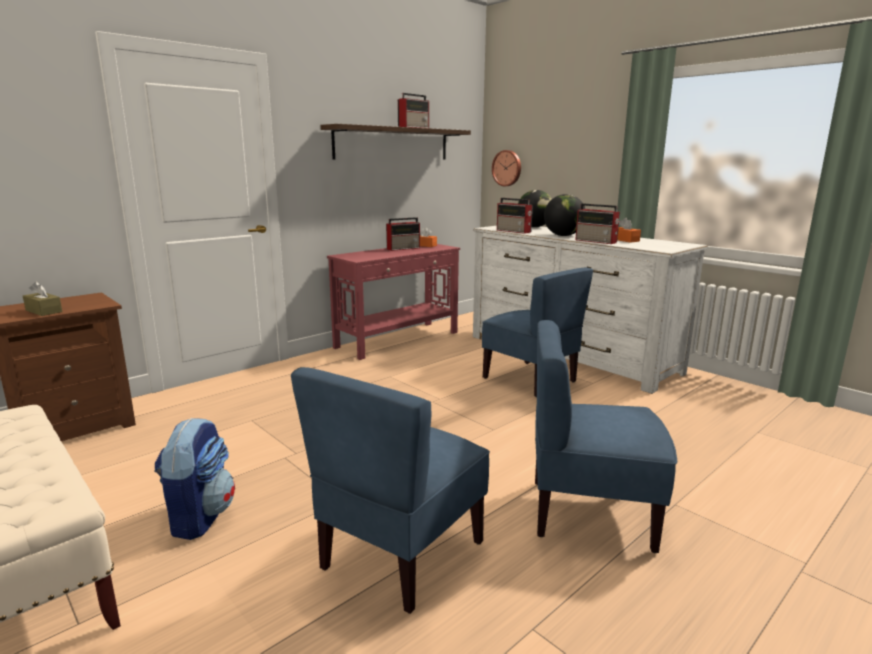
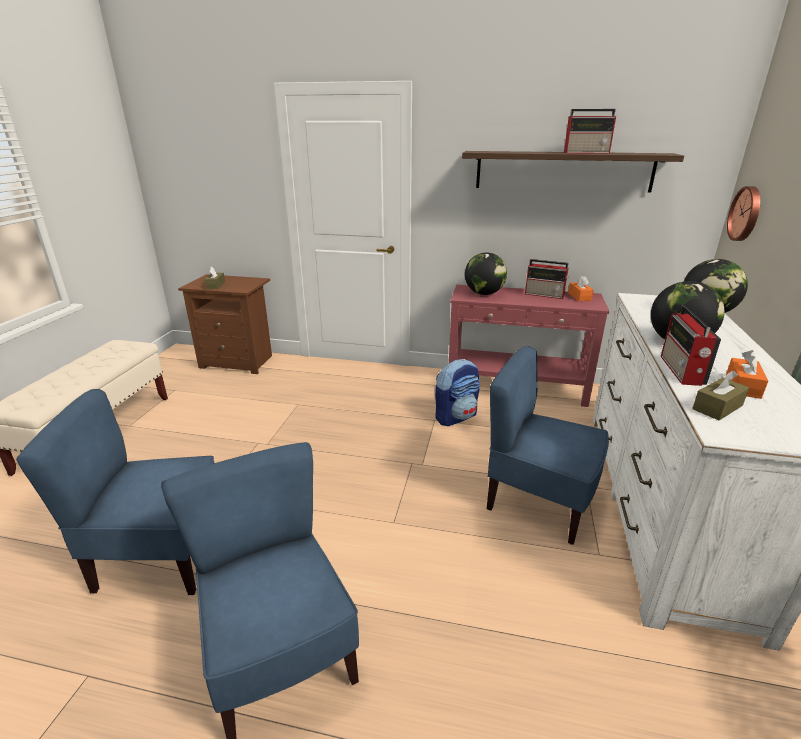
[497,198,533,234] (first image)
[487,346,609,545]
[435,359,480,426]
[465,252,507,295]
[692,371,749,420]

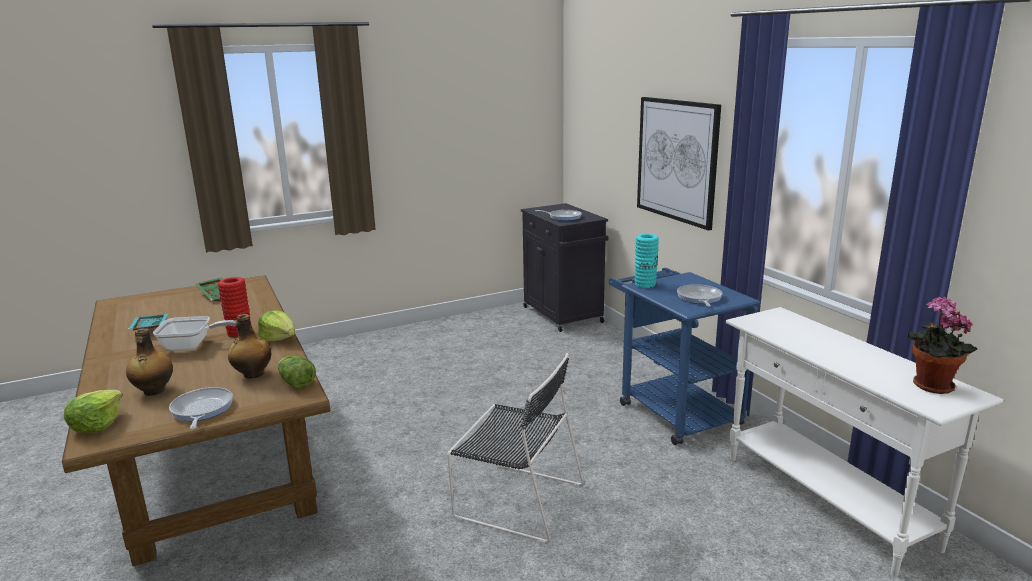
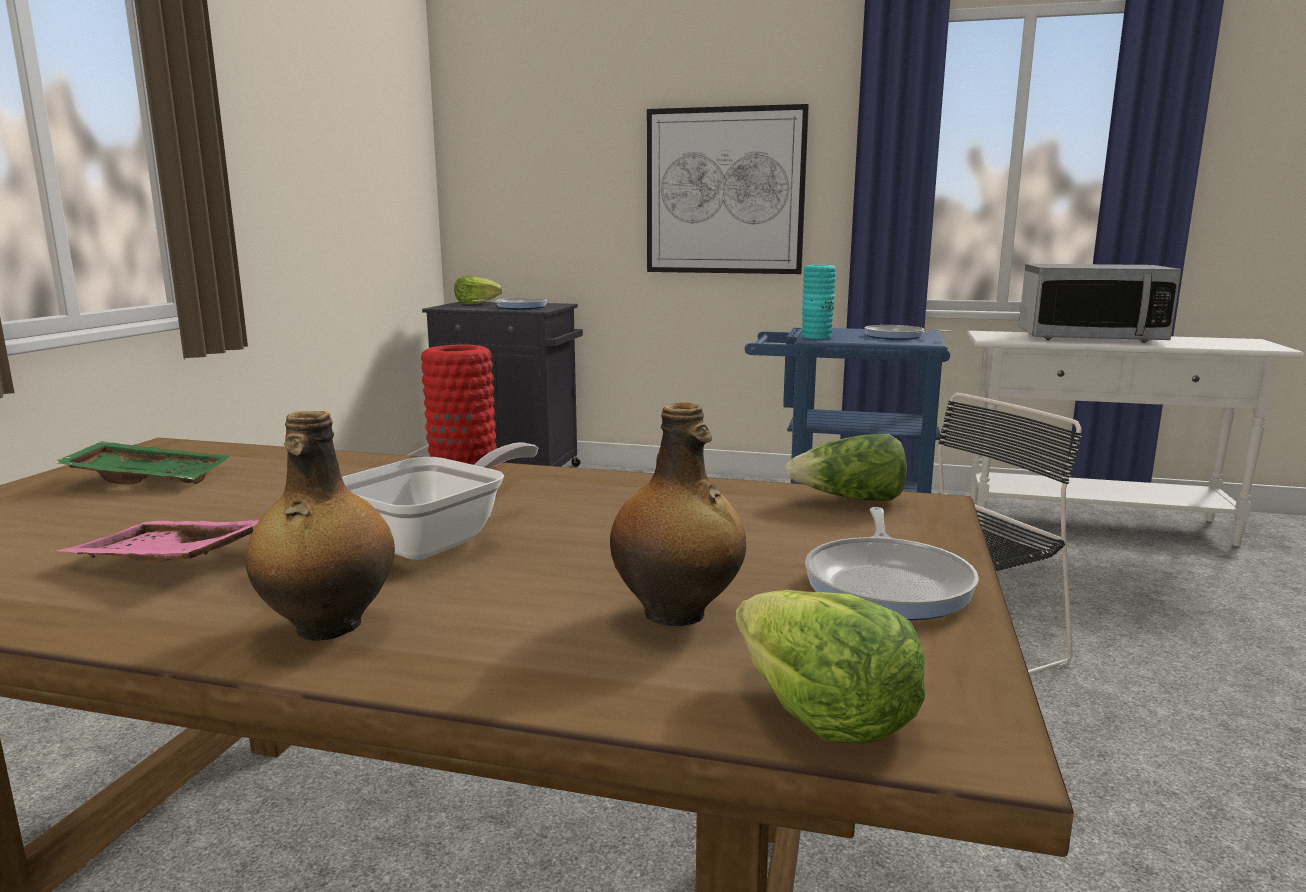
[908,297,977,394] (first image)
[454,276,503,304]
[58,520,259,563]
[245,411,395,641]
[805,507,979,620]
[1019,264,1181,343]

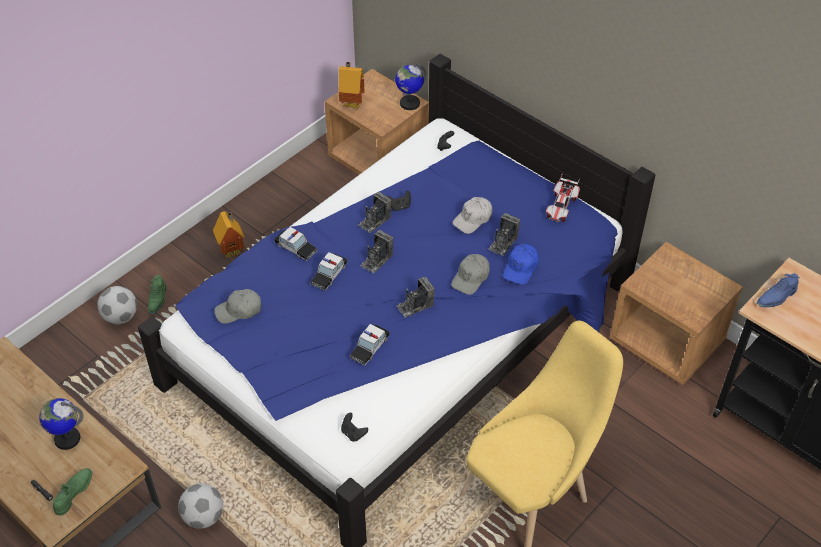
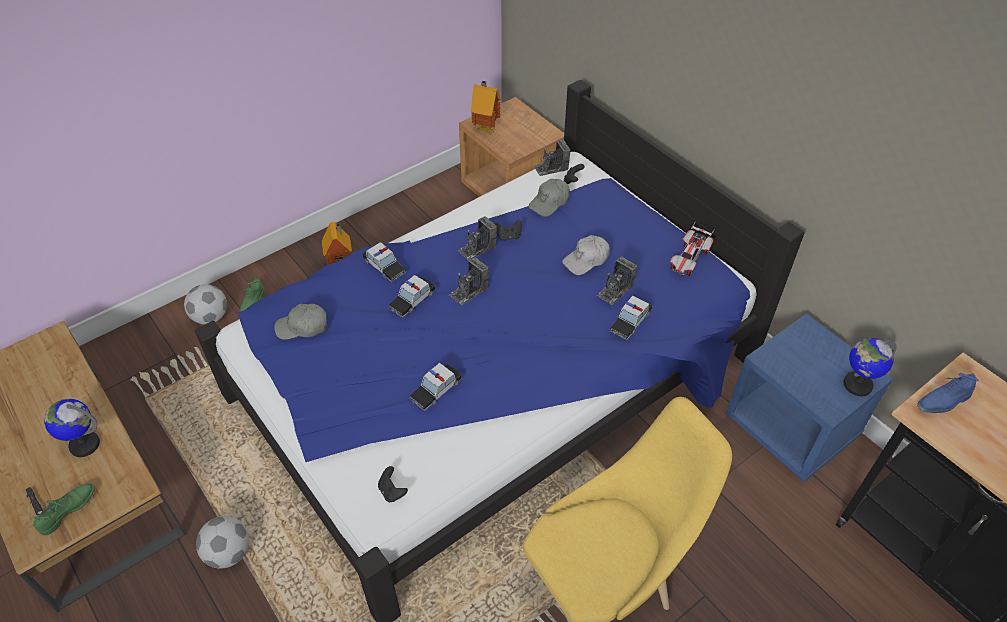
[843,338,897,396]
[726,314,894,482]
[609,296,652,340]
[528,179,570,217]
[534,140,570,176]

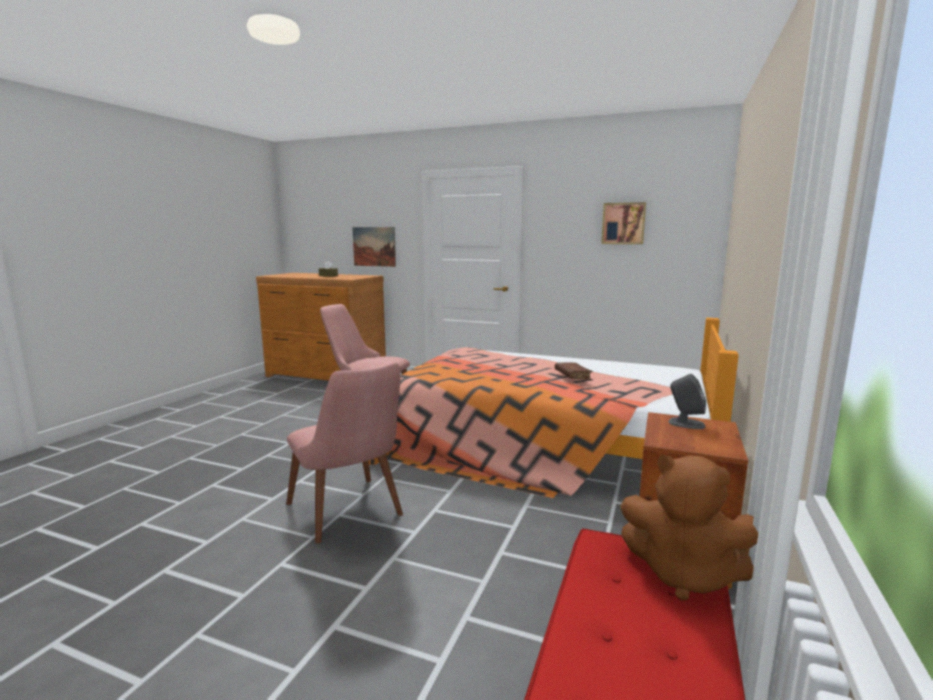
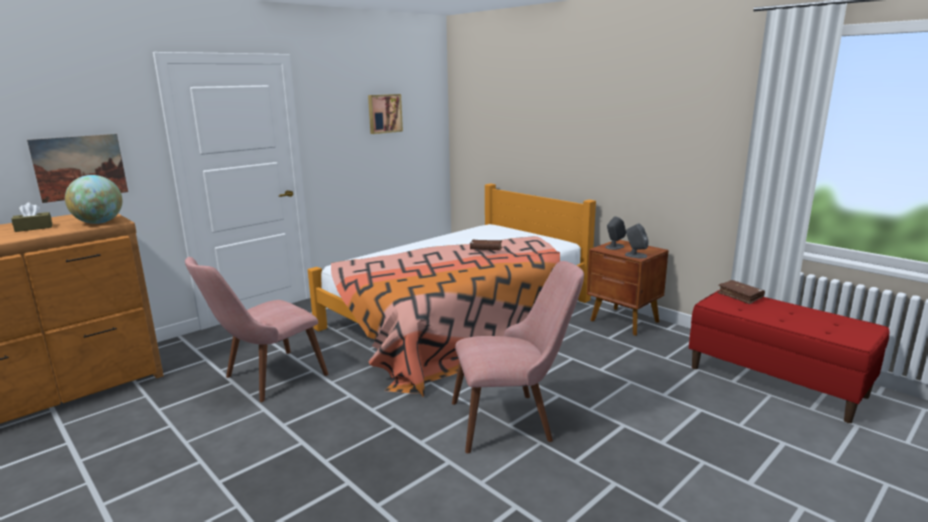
[717,280,765,304]
[65,175,123,224]
[625,223,649,259]

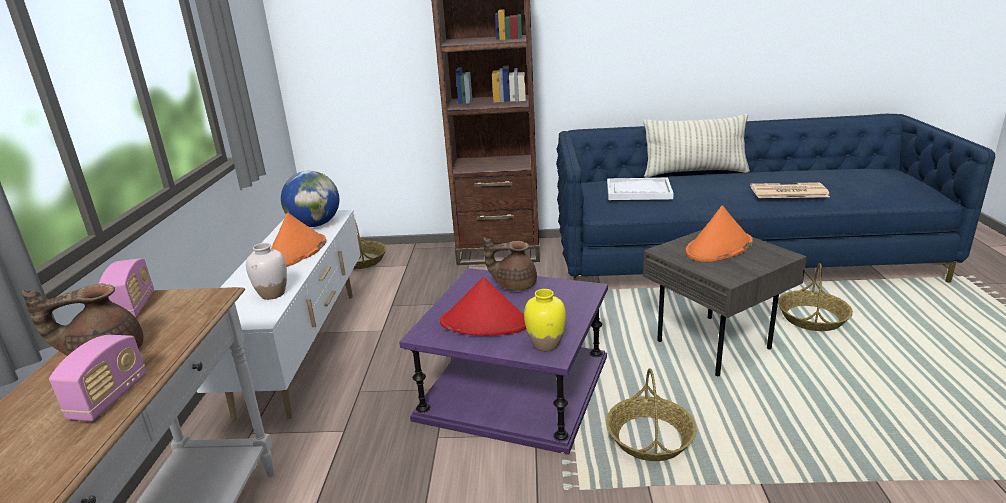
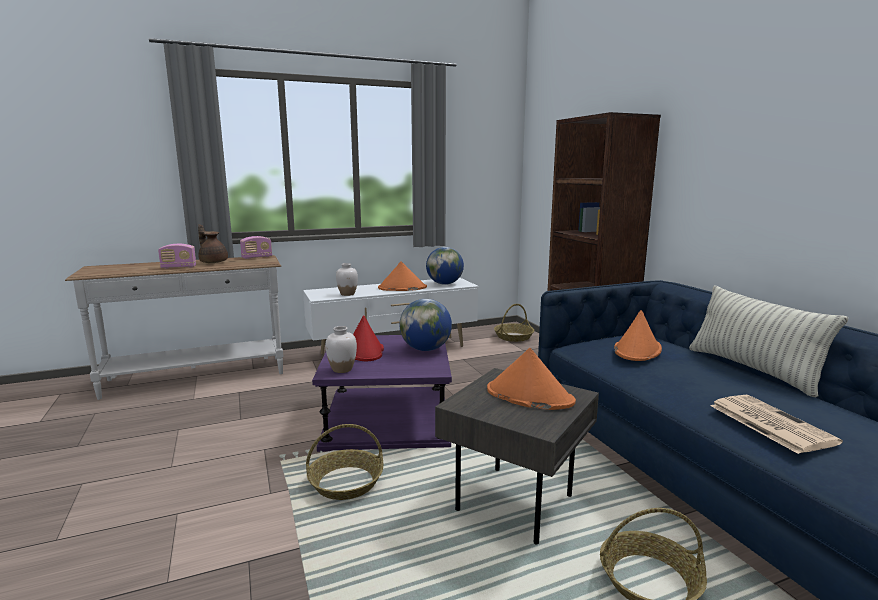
[614,310,662,361]
[399,299,452,351]
[326,326,357,373]

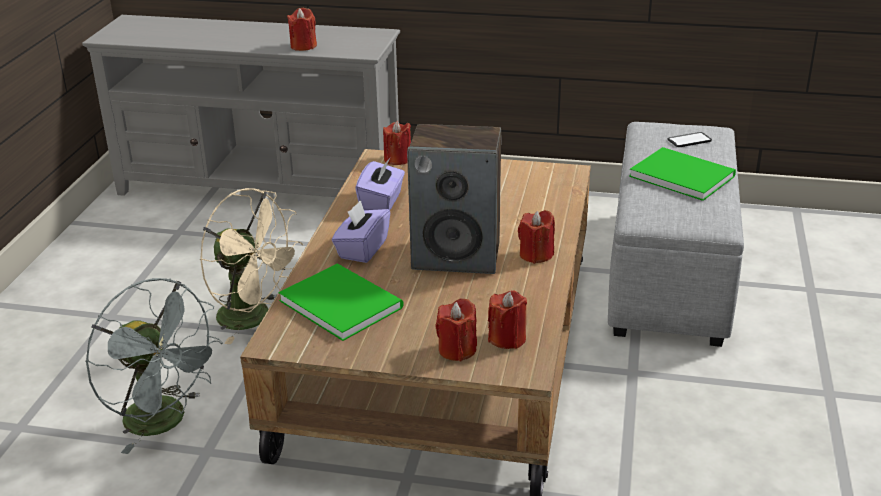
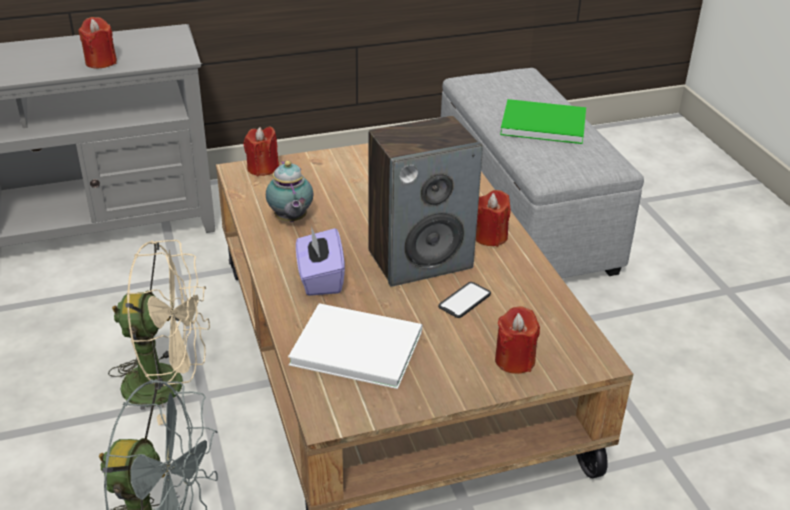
[438,282,491,318]
[266,161,313,222]
[288,303,422,389]
[488,290,527,349] (first image)

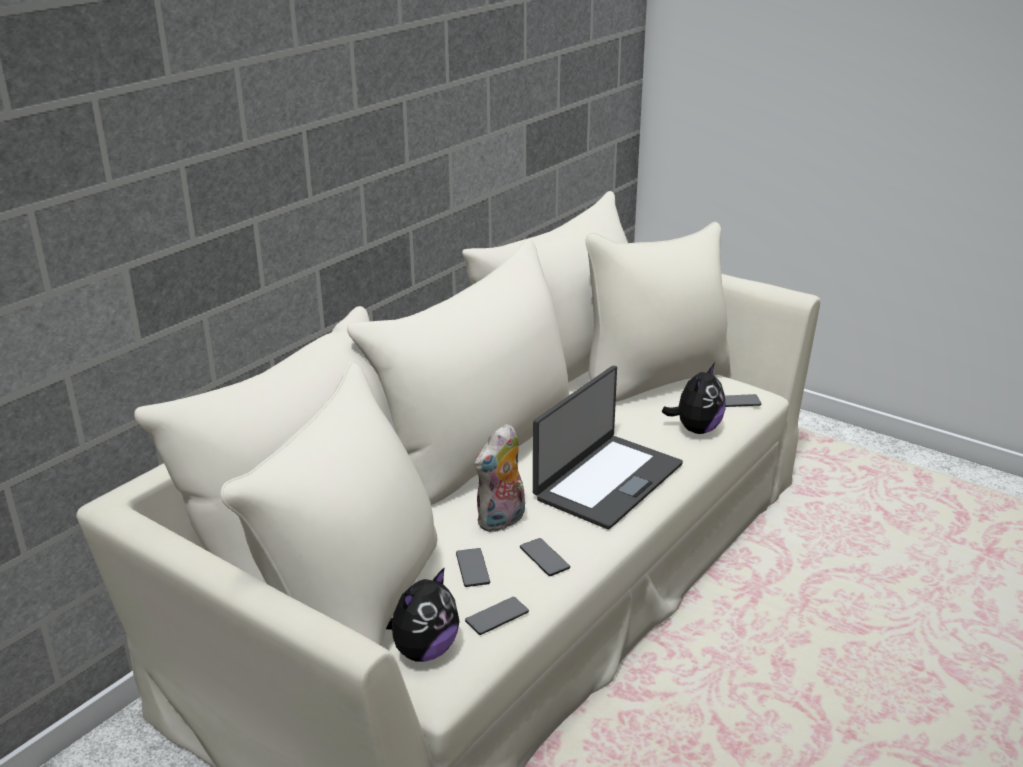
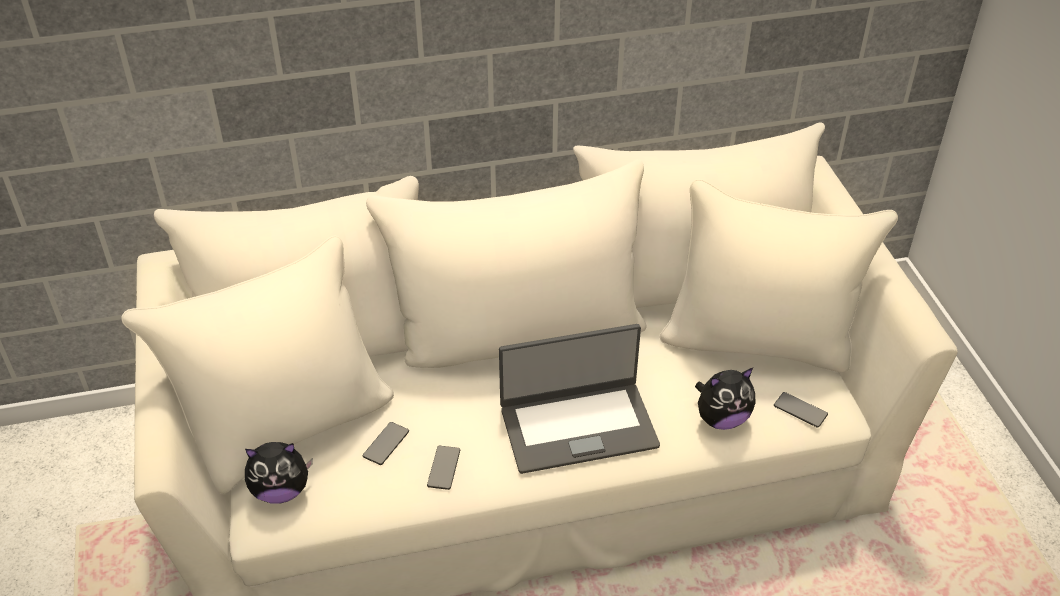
[475,424,525,532] (first image)
[465,597,529,635] (first image)

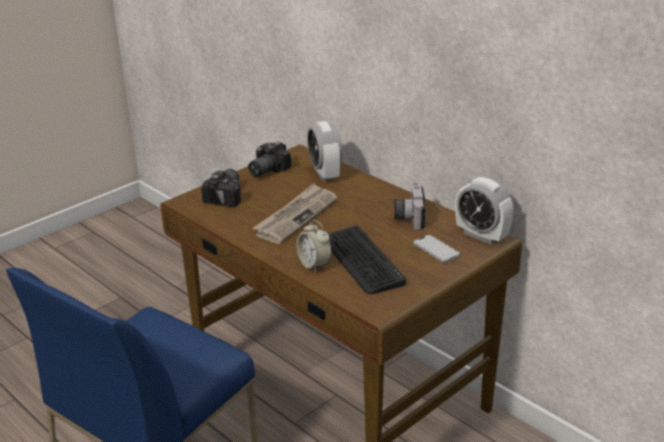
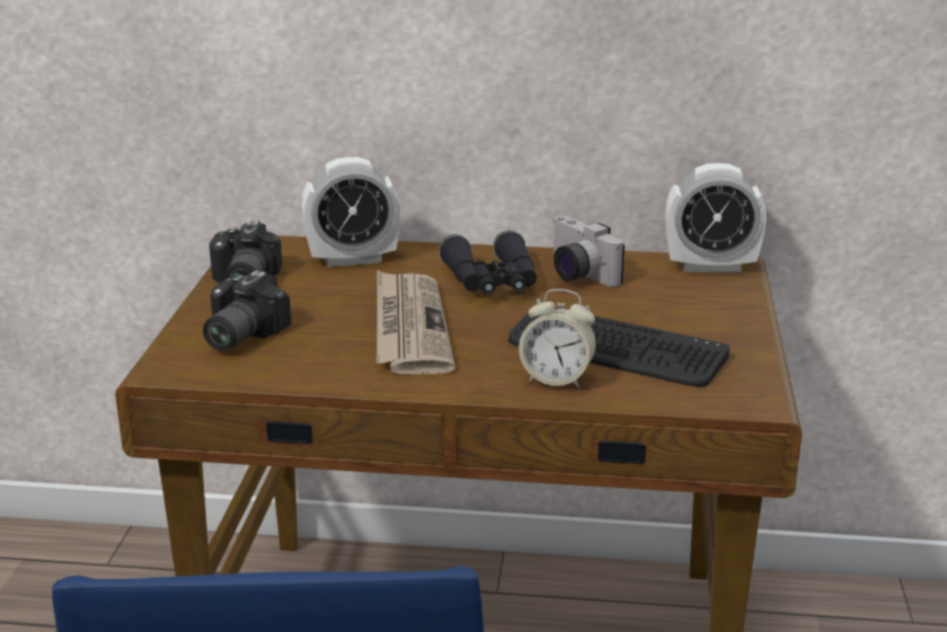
[302,157,400,267]
[203,270,291,351]
[413,235,461,263] (first image)
[439,230,537,294]

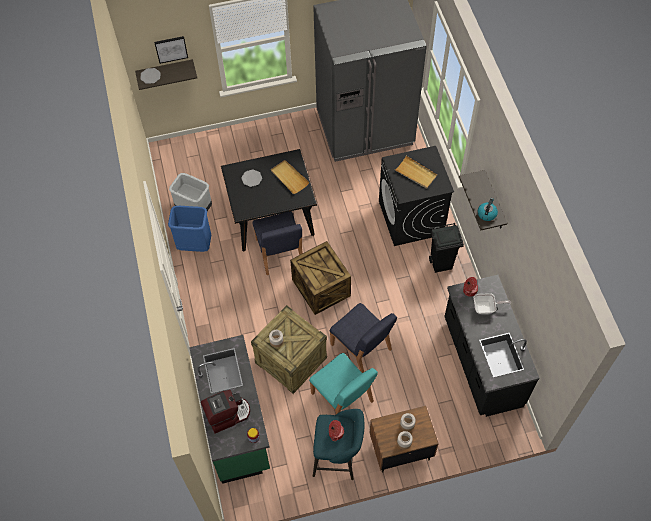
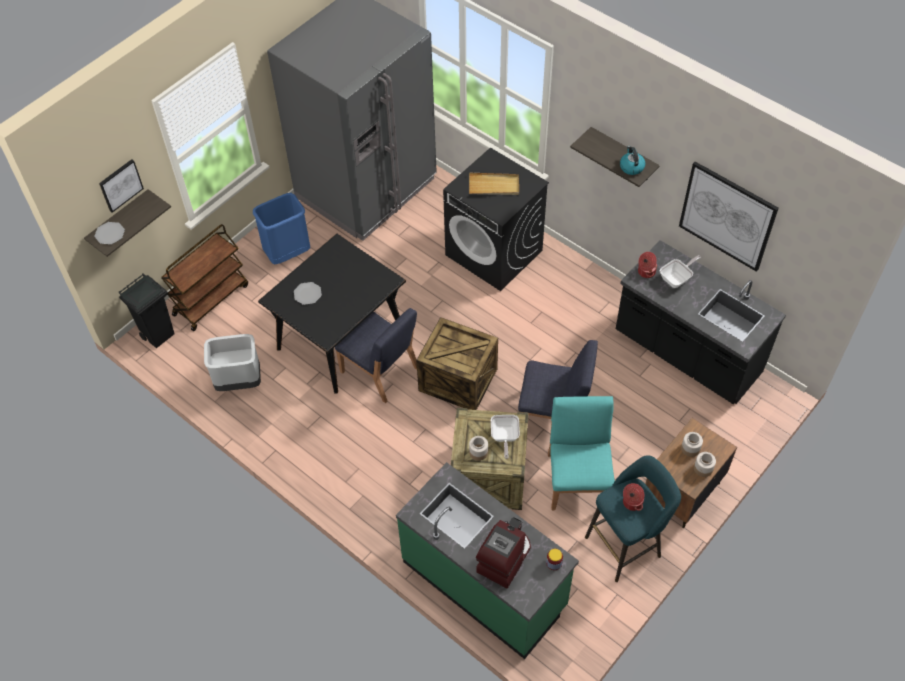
[271,160,309,194] (first image)
[253,193,310,264]
[118,274,175,348]
[548,396,615,510]
[679,162,779,272]
[161,224,248,331]
[491,415,520,459]

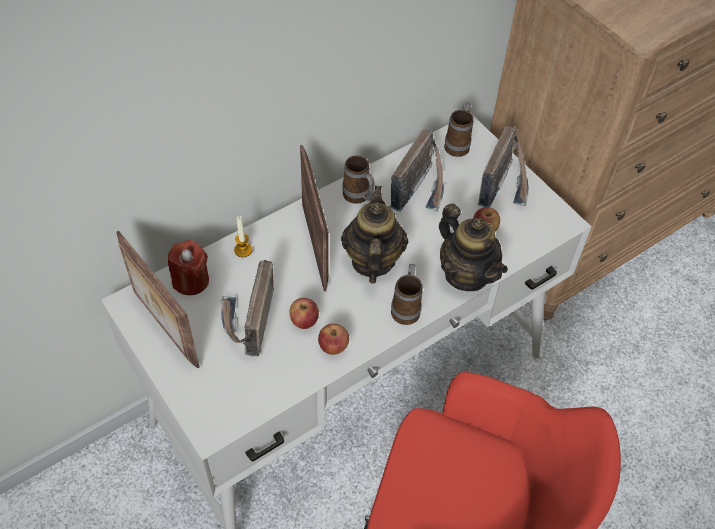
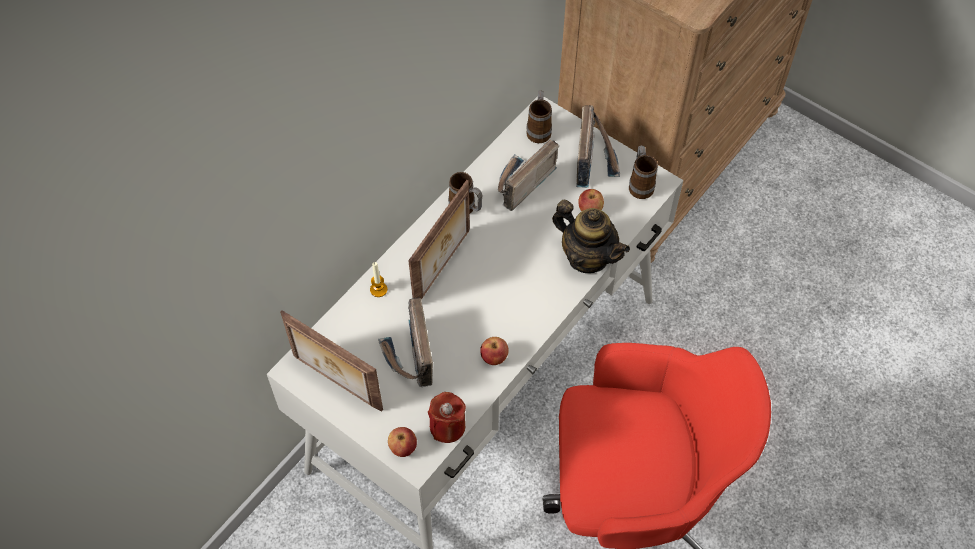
[498,140,559,211]
[408,180,470,299]
[341,186,408,283] (first image)
[428,392,466,443]
[629,145,658,199]
[388,427,417,457]

